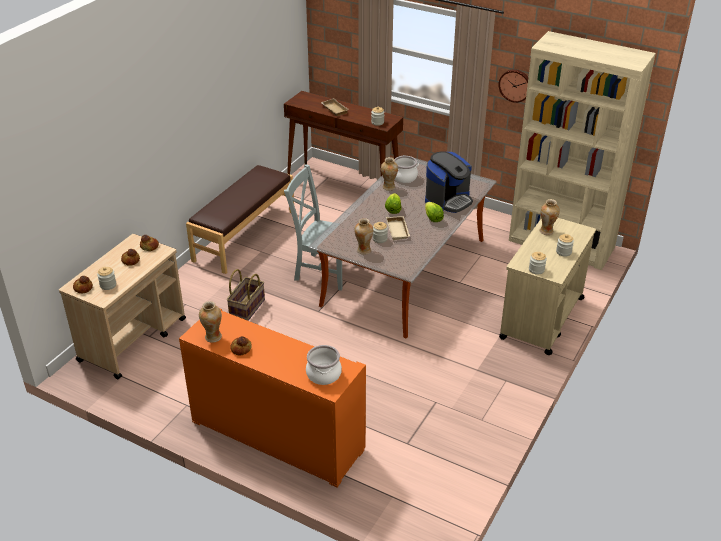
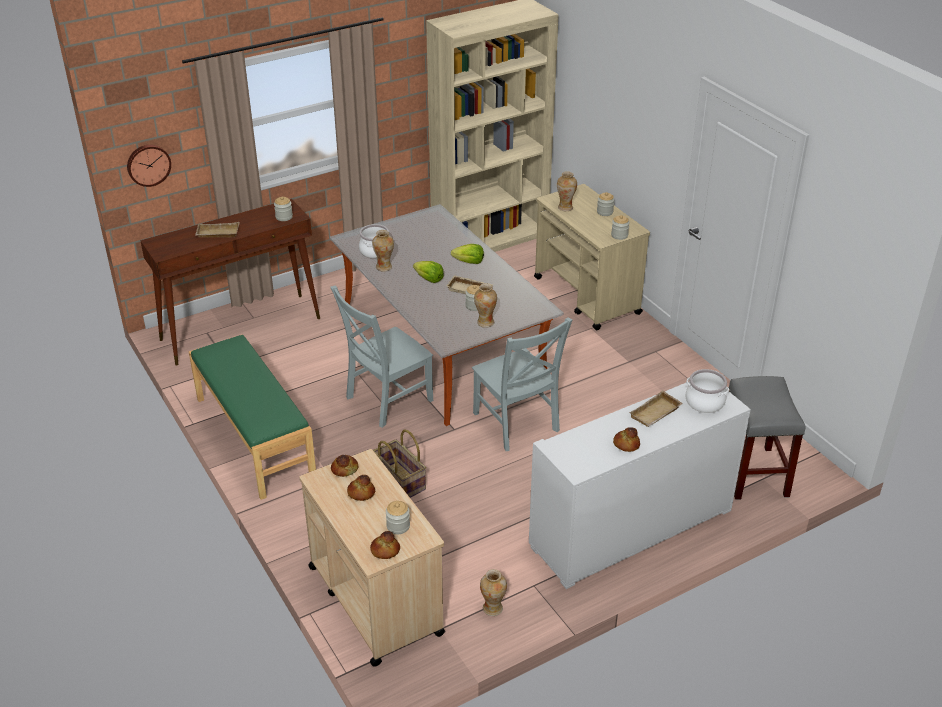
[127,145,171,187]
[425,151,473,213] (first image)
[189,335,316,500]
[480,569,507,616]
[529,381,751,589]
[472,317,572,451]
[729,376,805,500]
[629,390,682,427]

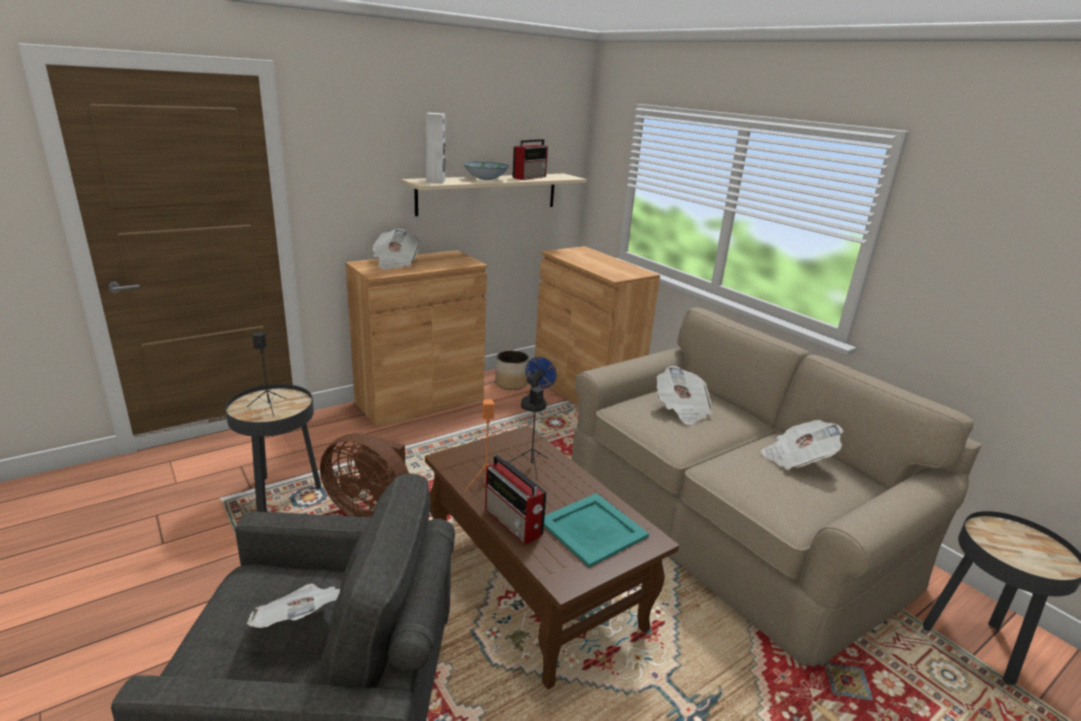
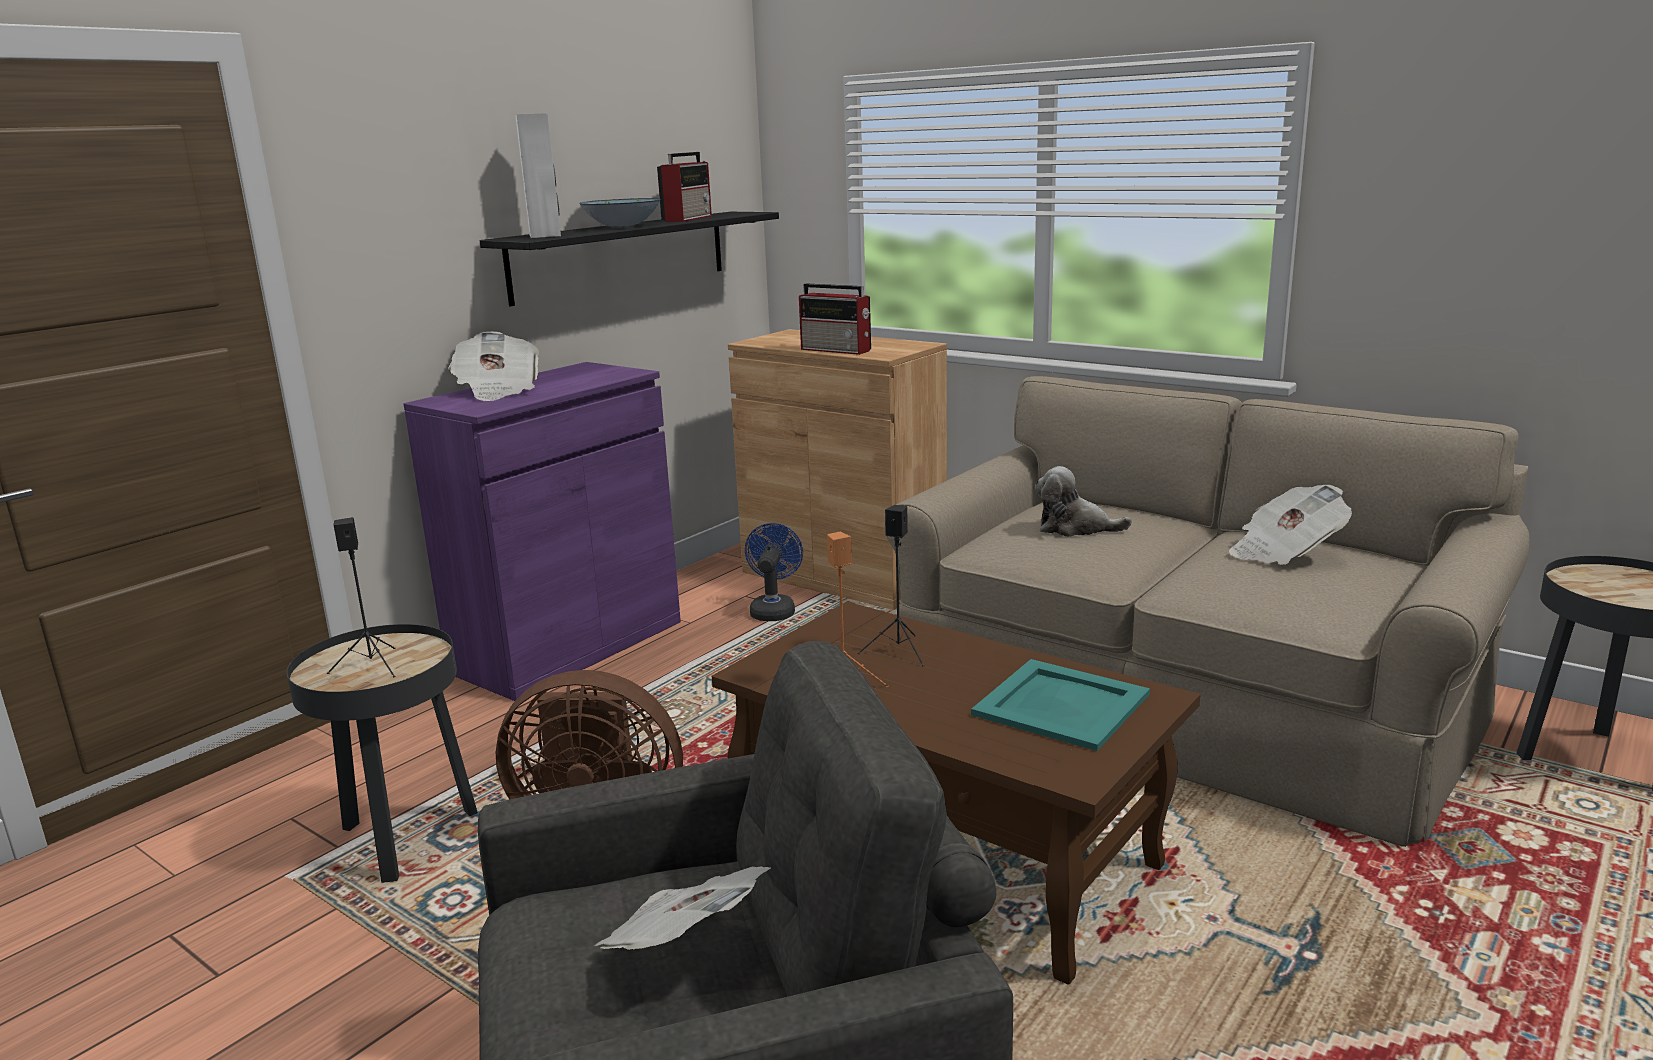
[480,212,779,306]
[404,362,681,701]
[495,350,529,390] (first image)
[1035,466,1132,537]
[799,283,871,355]

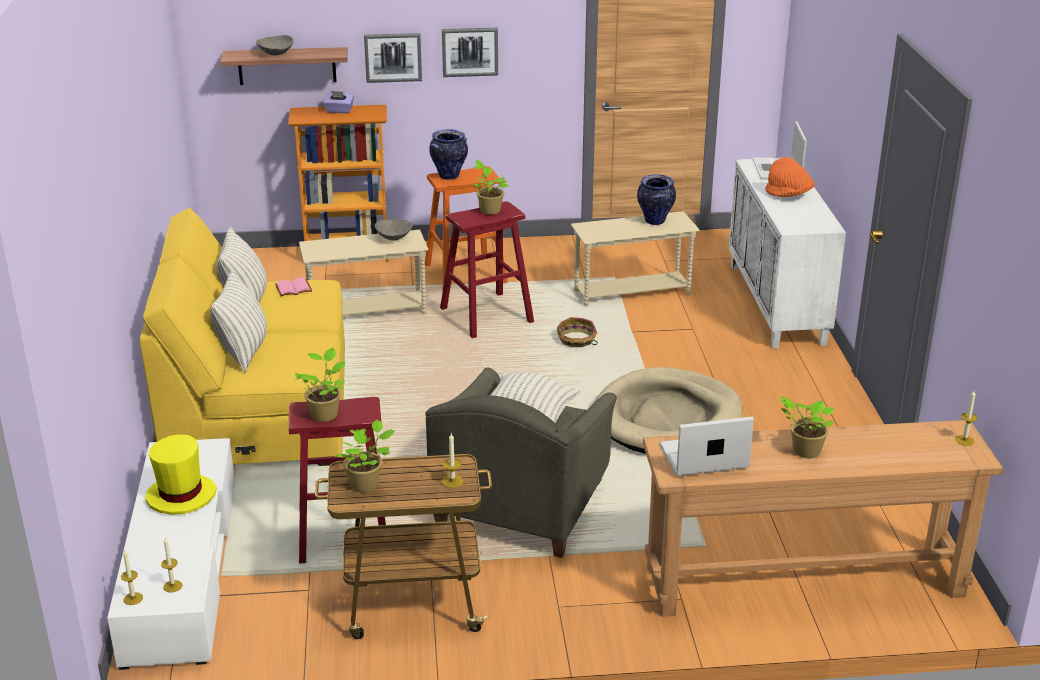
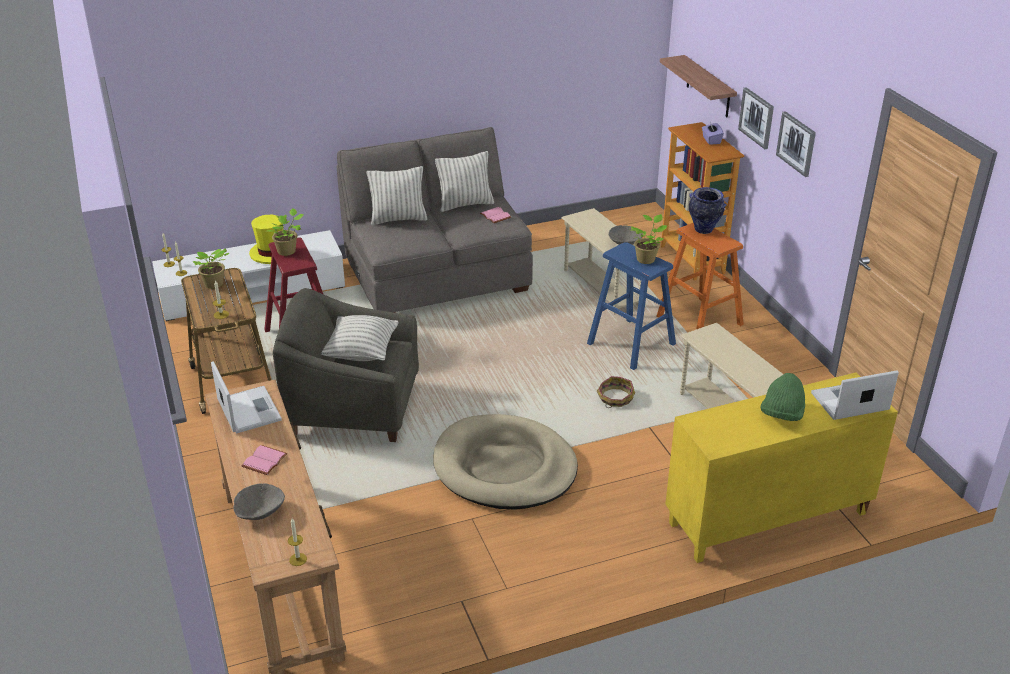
[233,483,285,520]
[760,373,805,421]
[665,373,898,563]
[637,174,676,225] (first image)
[587,242,676,370]
[337,127,533,313]
[242,445,287,475]

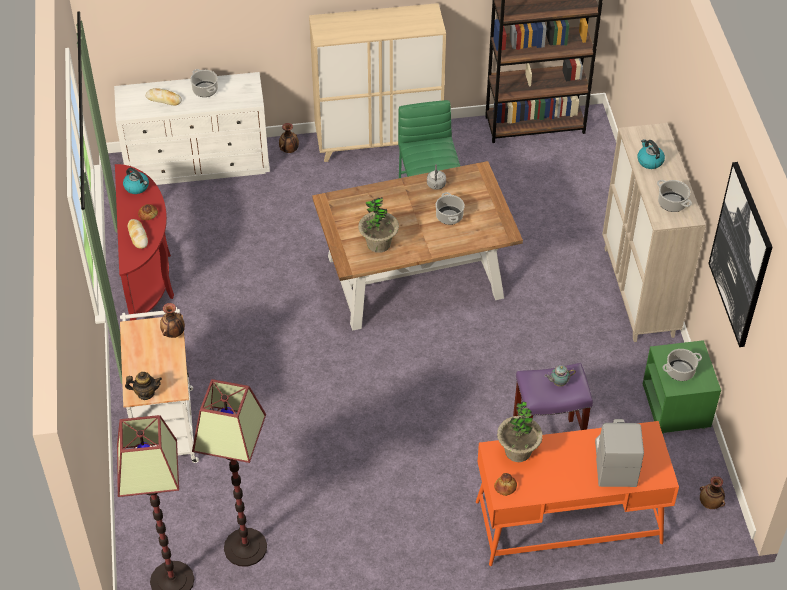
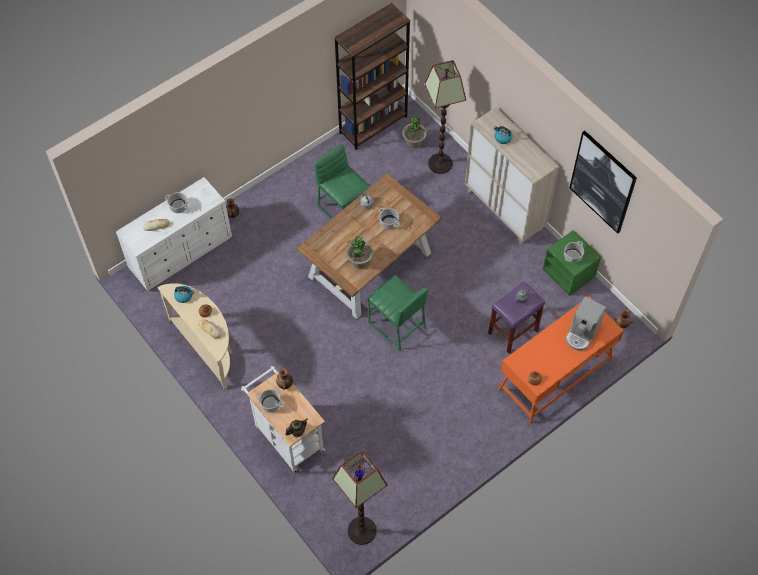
[309,3,446,162] (first image)
[157,283,233,390]
[256,389,285,413]
[424,60,466,174]
[402,115,427,148]
[565,296,606,350]
[368,275,428,350]

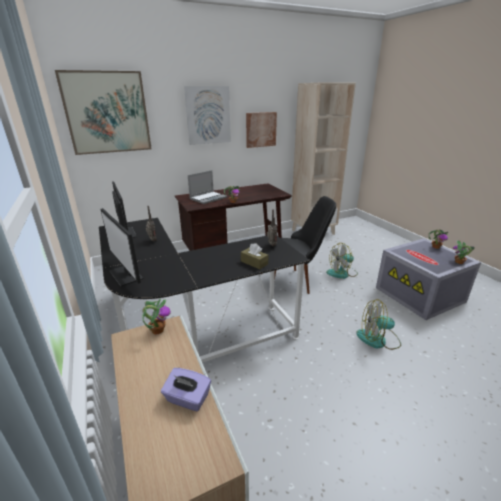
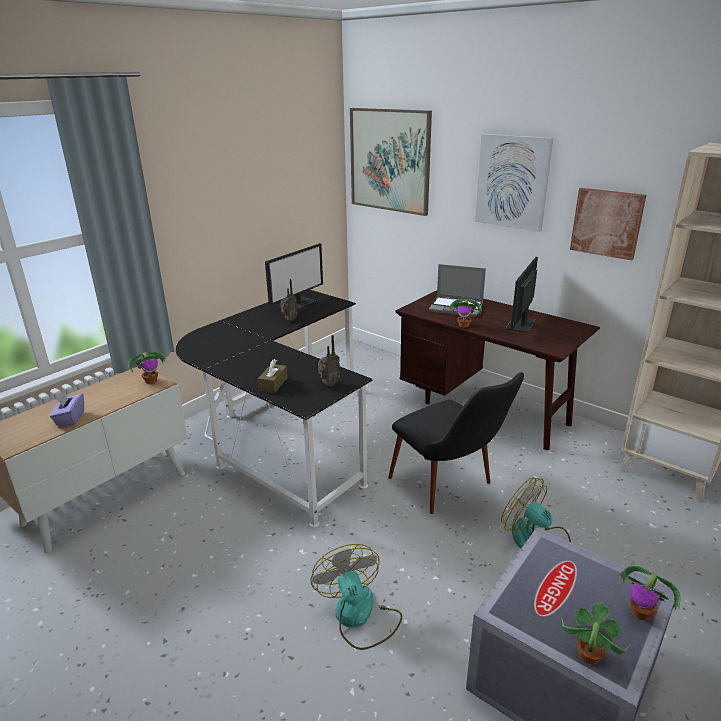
[505,257,538,333]

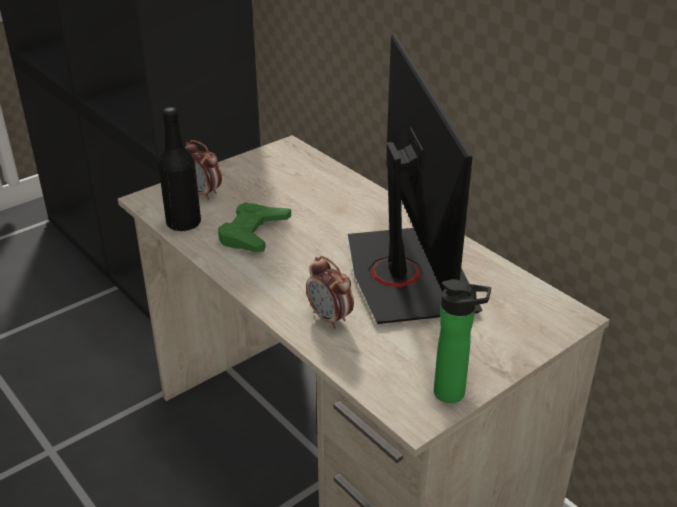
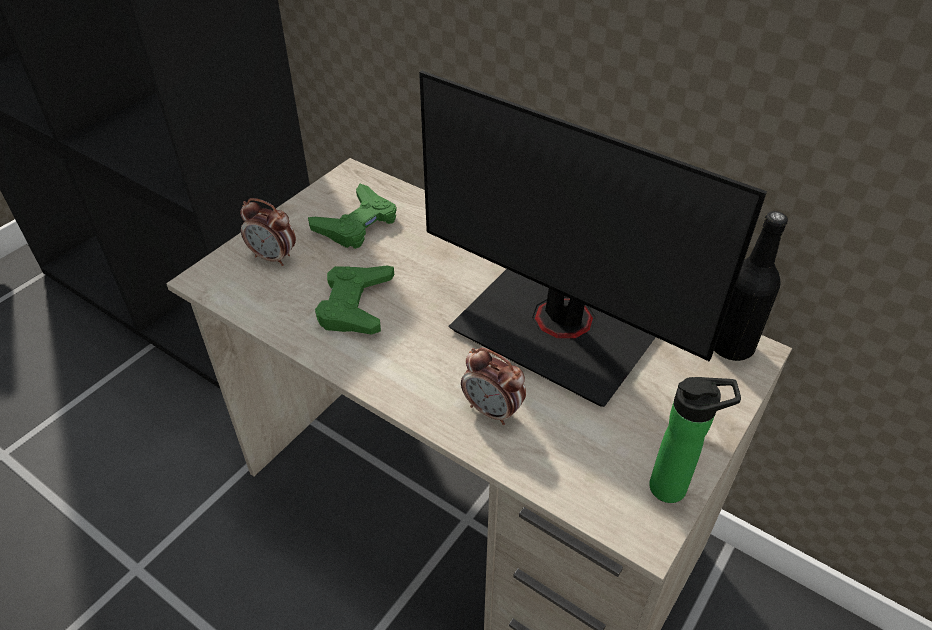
[419,71,767,407]
[714,211,788,361]
[308,184,397,249]

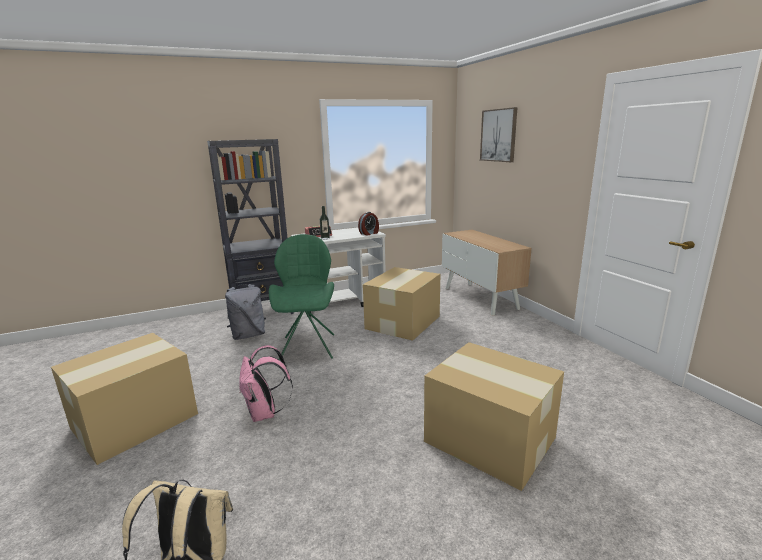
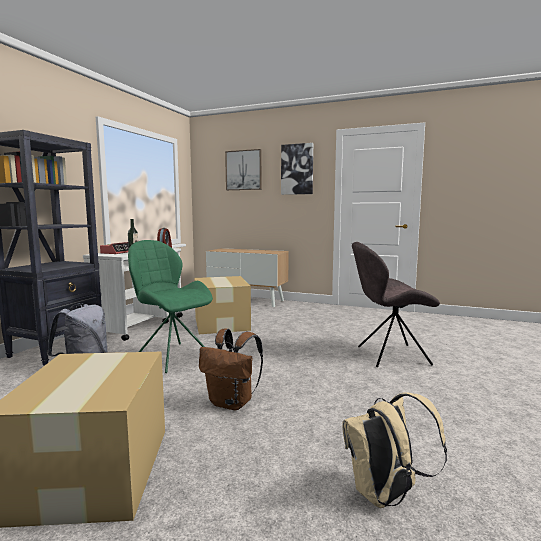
[352,242,440,367]
[199,328,263,410]
[281,143,313,195]

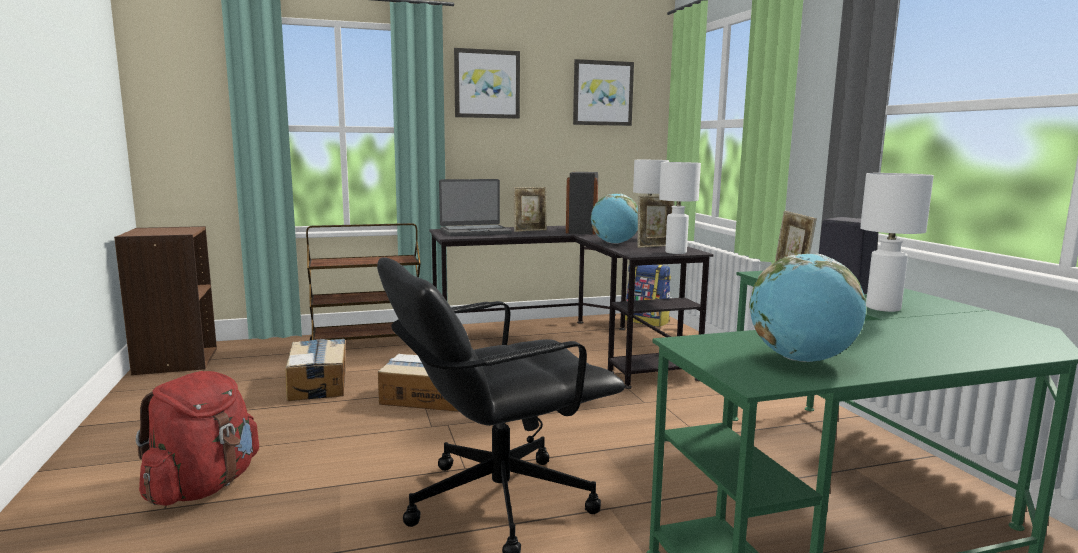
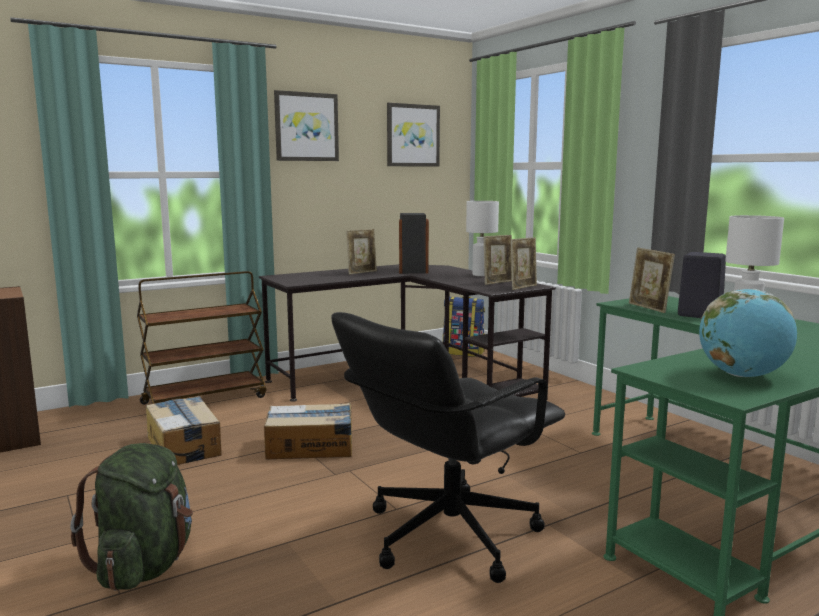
[511,237,537,290]
[439,179,512,236] (first image)
[591,193,638,244] (first image)
[70,443,193,591]

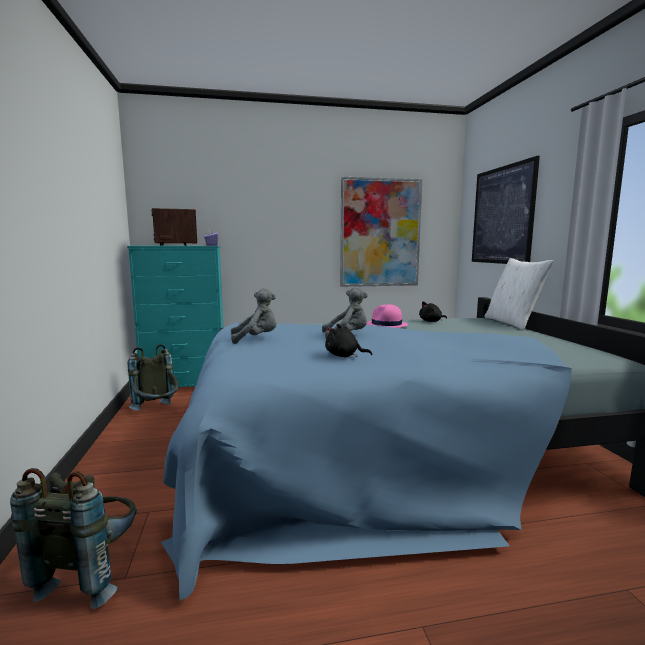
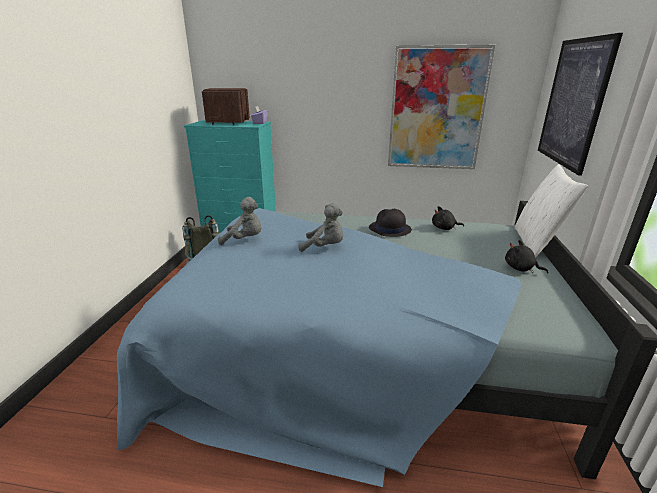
[369,209,412,237]
[505,240,548,274]
[10,468,137,609] (first image)

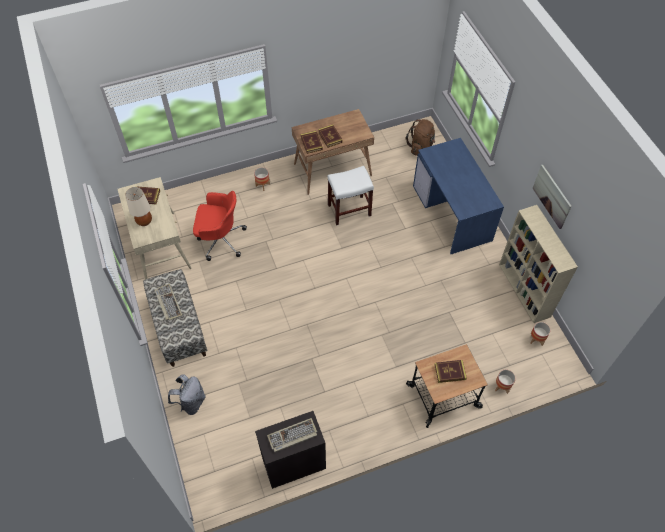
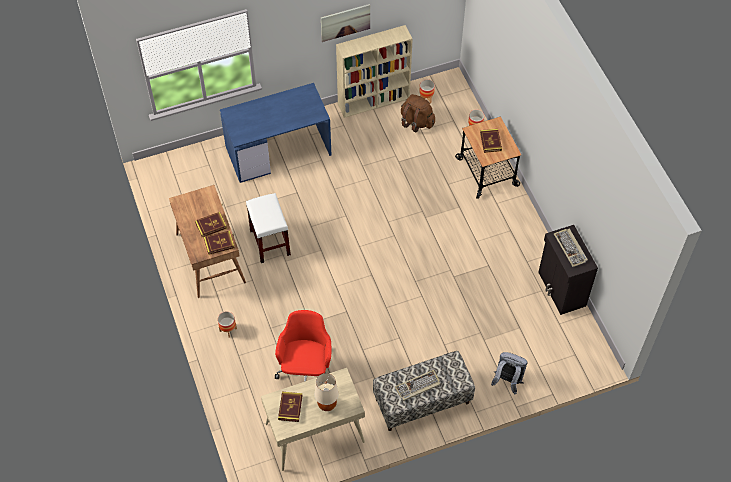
[401,94,435,132]

